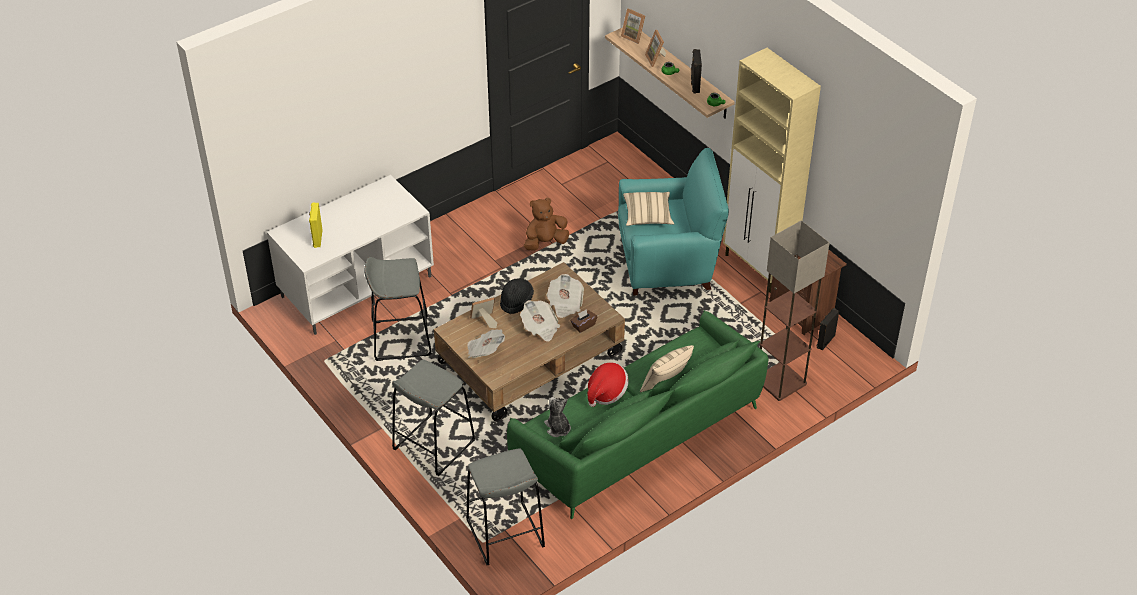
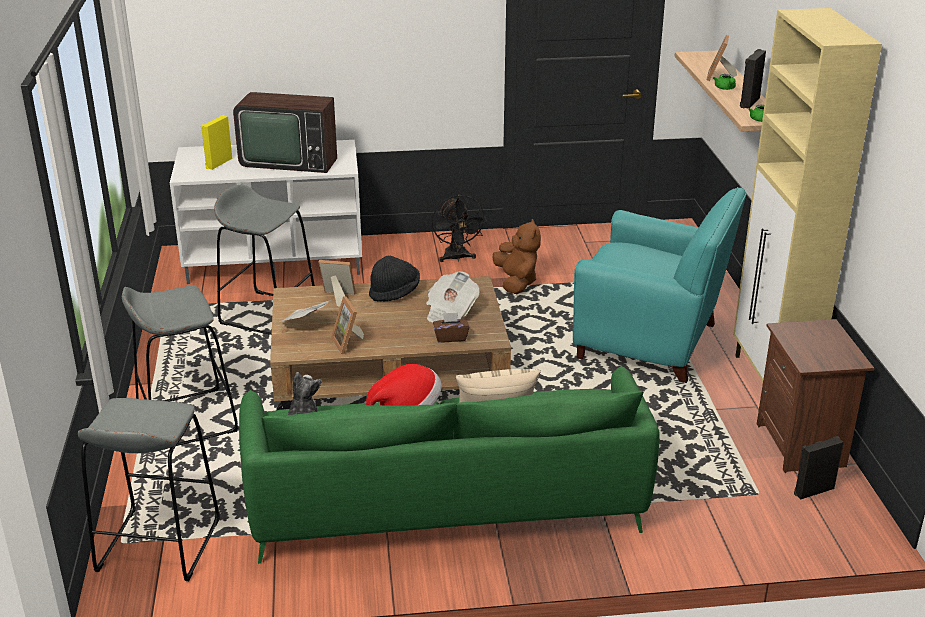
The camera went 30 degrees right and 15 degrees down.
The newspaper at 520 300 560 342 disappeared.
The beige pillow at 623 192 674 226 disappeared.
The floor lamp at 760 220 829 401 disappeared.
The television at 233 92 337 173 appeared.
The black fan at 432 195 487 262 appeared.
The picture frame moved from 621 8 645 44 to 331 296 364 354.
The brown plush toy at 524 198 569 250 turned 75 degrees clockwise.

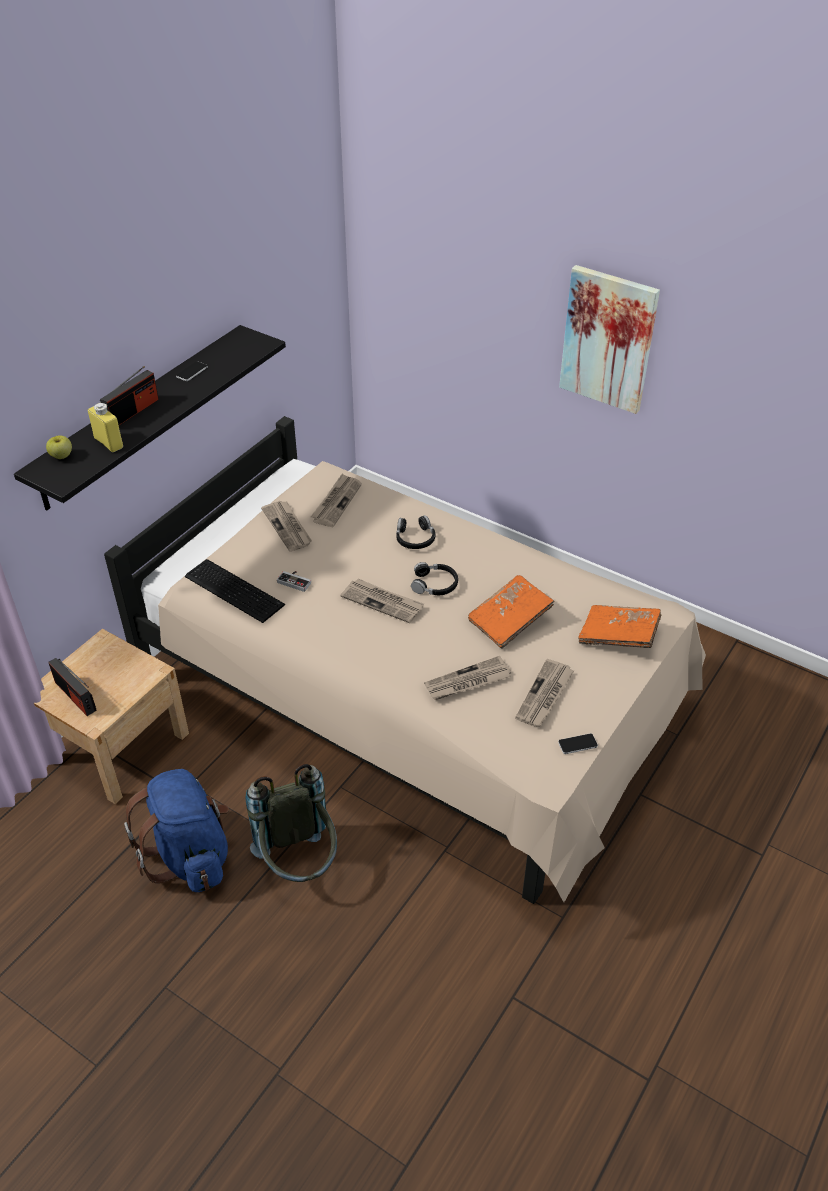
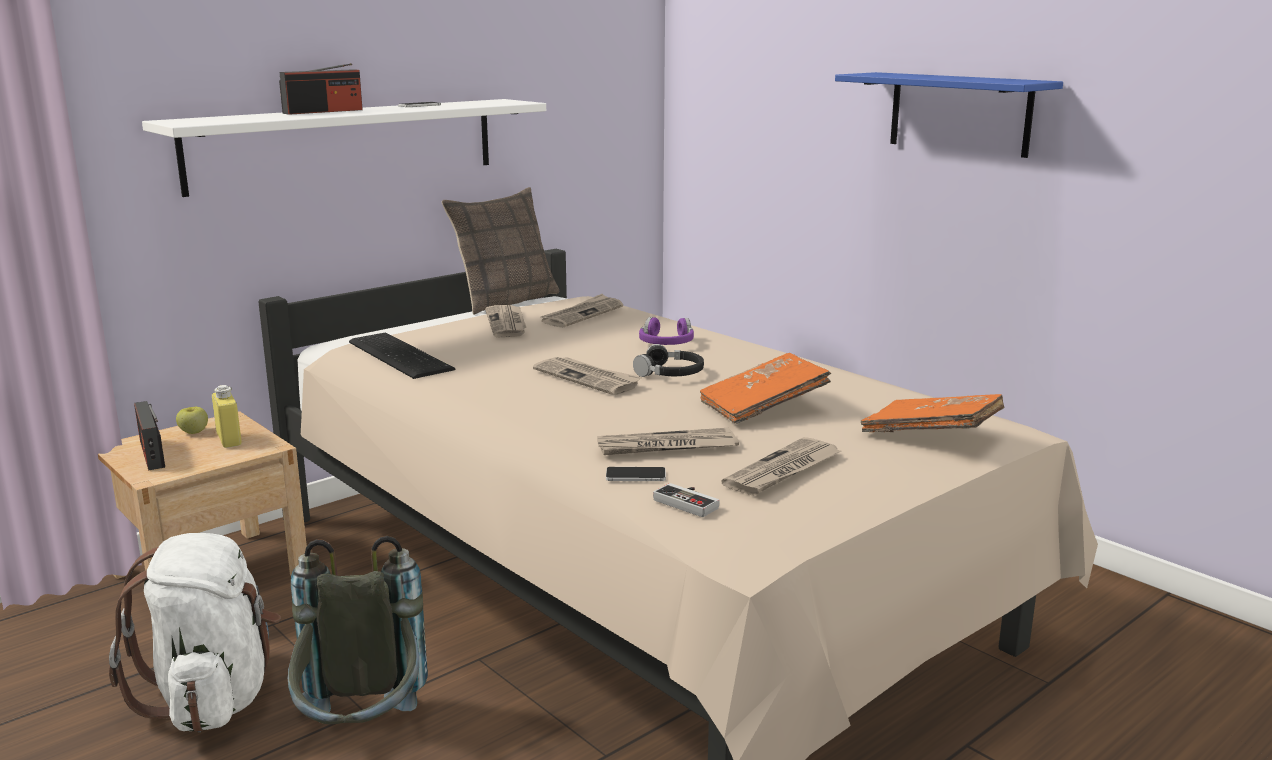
The camera went 15 degrees right and 25 degrees down.
The pillow at 442 187 560 315 appeared.
The apple moved from 46 435 72 459 to 176 407 208 434.
The yellow bottle moved from 88 403 123 452 to 212 385 242 448.
The game controller moved from 277 571 311 592 to 653 483 719 517.
The phone moved from 558 733 598 754 to 606 467 666 481.
The picture at 559 265 660 414 was replaced by the blue shelf at 835 72 1063 158.
The black shelf at 14 325 286 510 became the white shelf at 142 99 546 197.
The blue backpack at 124 769 229 892 became the white backpack at 109 533 281 732.
The black headphones at 396 515 436 549 became the purple headphones at 639 317 694 345.

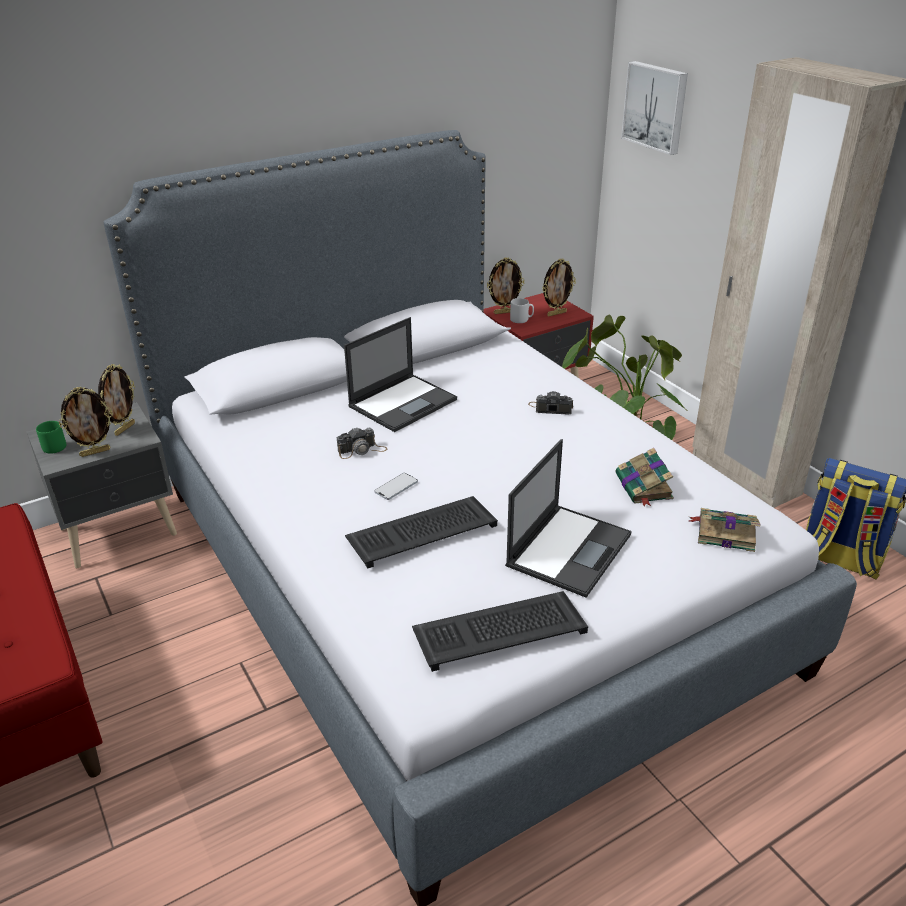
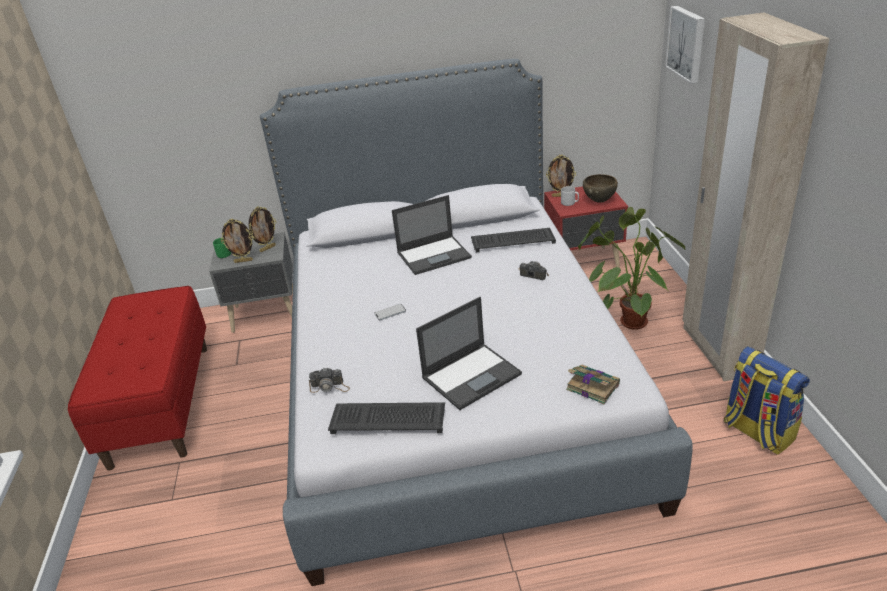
The camera went 25 degrees right and 0 degrees up.
The book at 616 448 674 507 disappeared.
The photo camera moved from 337 427 387 459 to 309 368 350 393.
The keyboard moved from 345 496 498 568 to 471 228 556 252.
The picture frame at 542 258 576 316 was replaced by the brown bowl at 583 174 618 203.

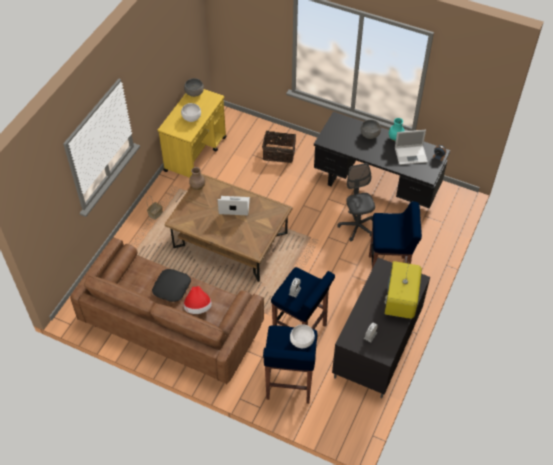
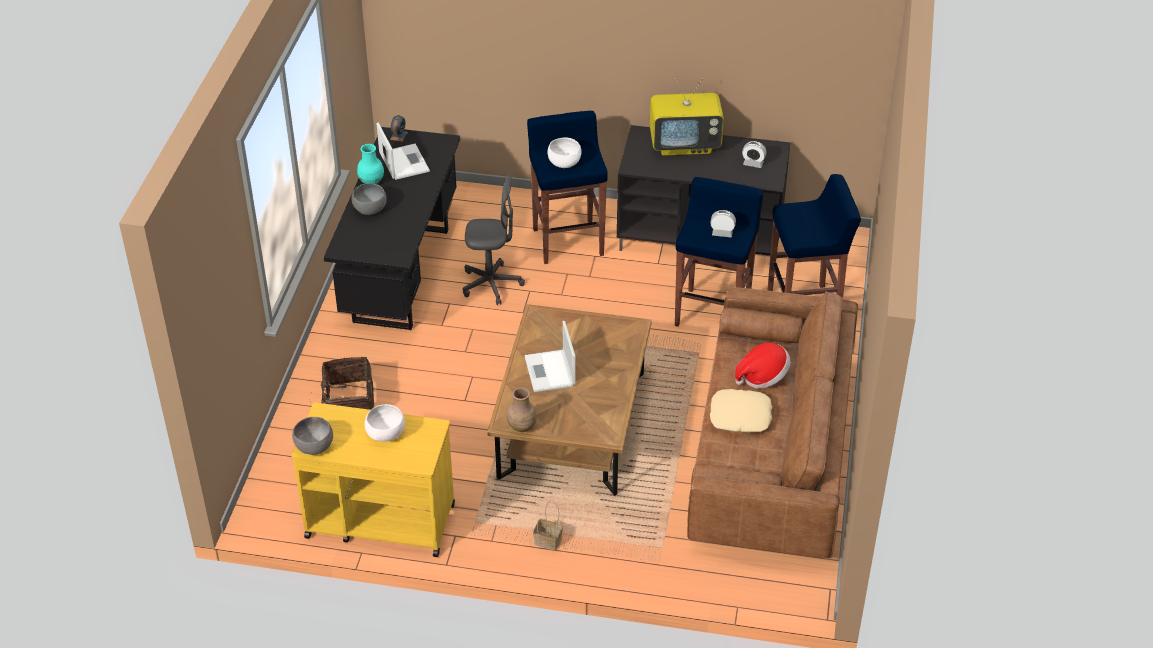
The camera went 105 degrees left and 10 degrees down.
The white bowl moved from 290 324 315 348 to 548 138 581 168.
The black pillow at 152 269 191 302 became the beige pillow at 710 389 772 433.
The grey office chair at 337 163 375 241 turned 150 degrees counterclockwise.

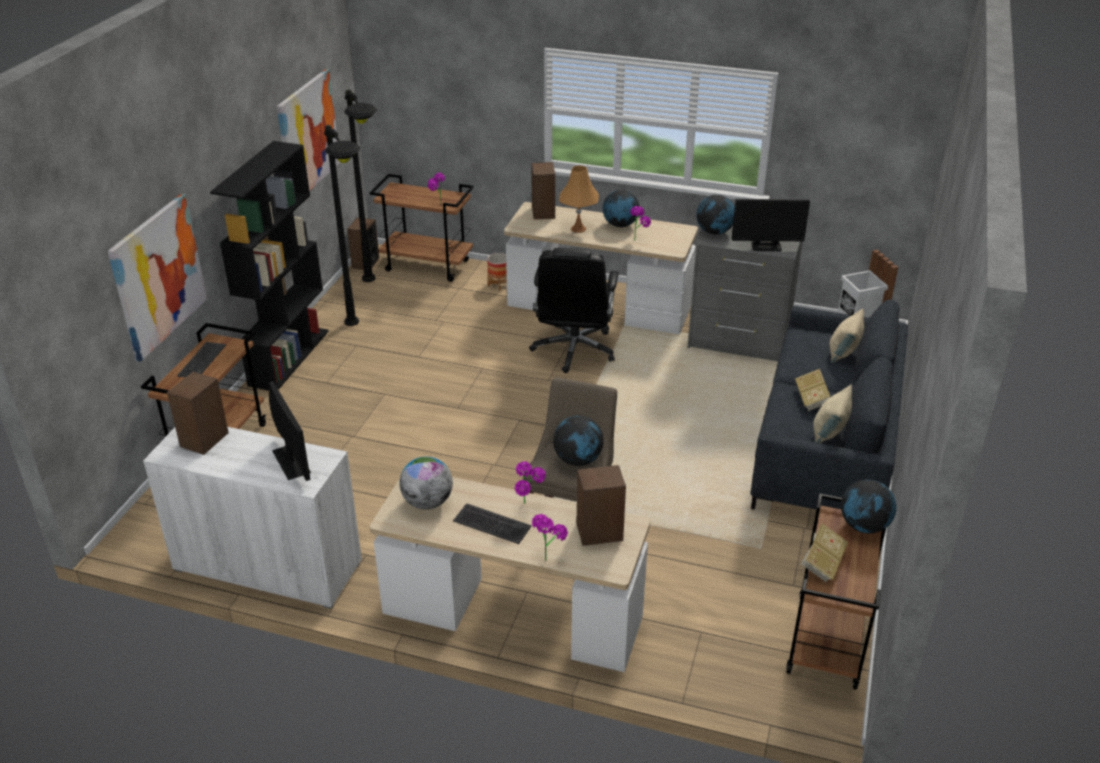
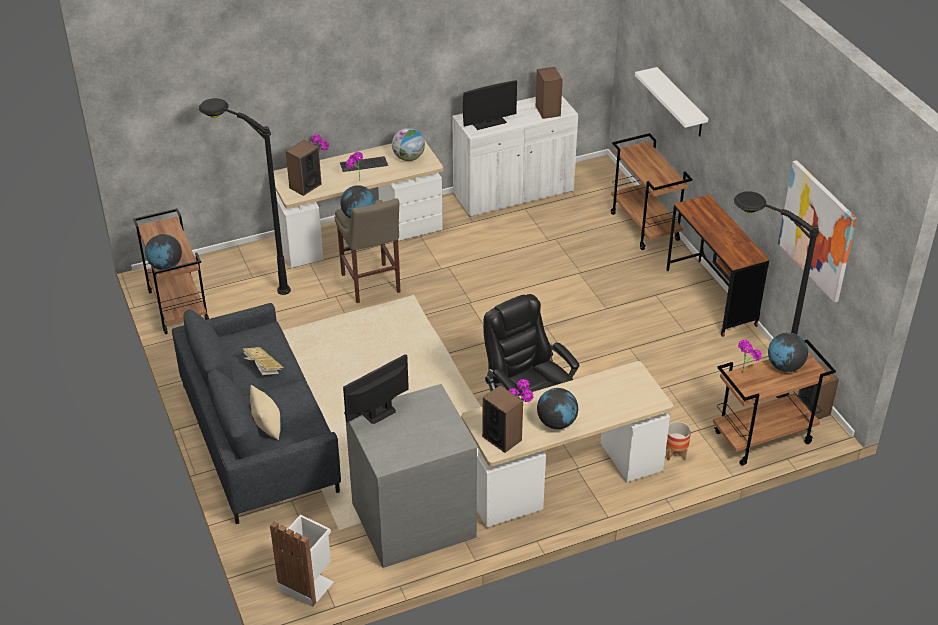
The camera went 140 degrees right and 5 degrees up.
The keyboard at 177 342 226 377 disappeared.
The orange table lamp at 559 165 599 233 disappeared.
The book at 801 523 848 582 disappeared.
The beige pillow at 813 385 852 443 disappeared.
The black floor lamp moved from 324 125 360 326 to 199 98 291 295.
The speaker moved from 531 162 555 219 to 482 385 523 453.
The globe moved from 696 195 735 235 to 768 333 808 372.
The picture at 108 194 207 362 was replaced by the white shelf at 635 67 708 136.
The black bookcase at 210 141 329 391 was replaced by the brown desk at 666 195 769 337.
The monitor at 269 381 311 481 turned 45 degrees counterclockwise.

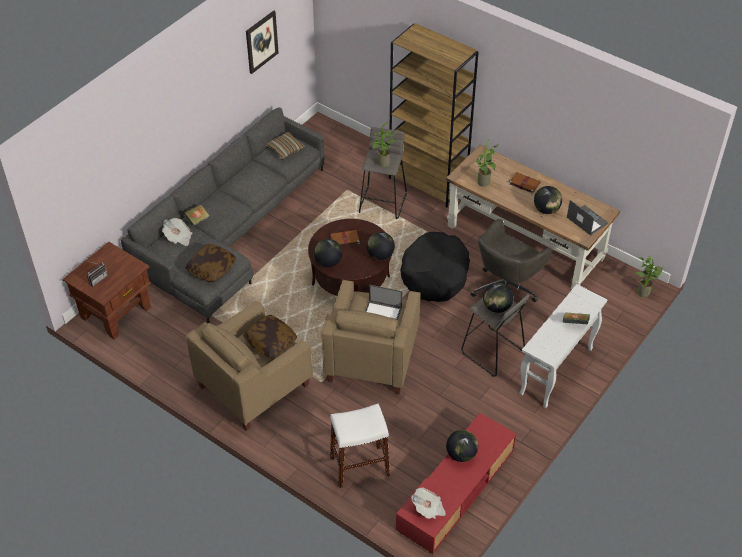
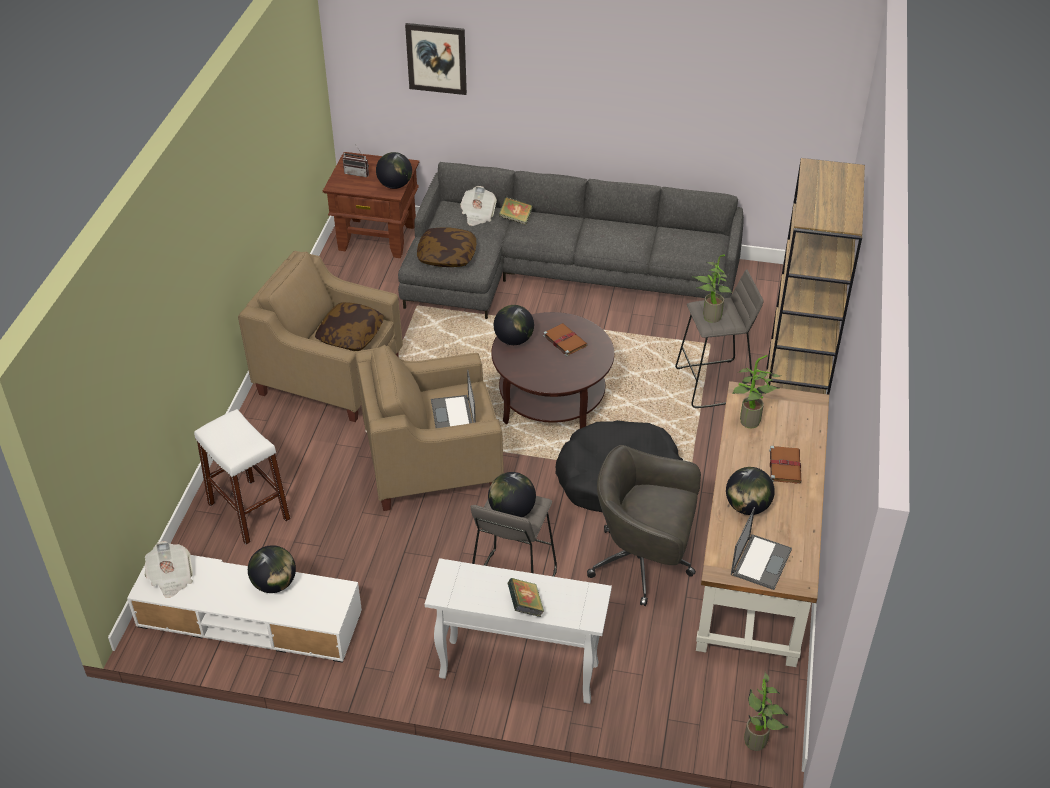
The camera went 65 degrees right and 5 degrees down.
The pillow at 266 132 305 160 disappeared.
The picture moved from 246 11 278 74 to 405 23 467 95.
The globe moved from 367 232 395 260 to 376 152 412 189.
The red tv stand at 396 413 516 554 became the white tv stand at 127 555 362 663.

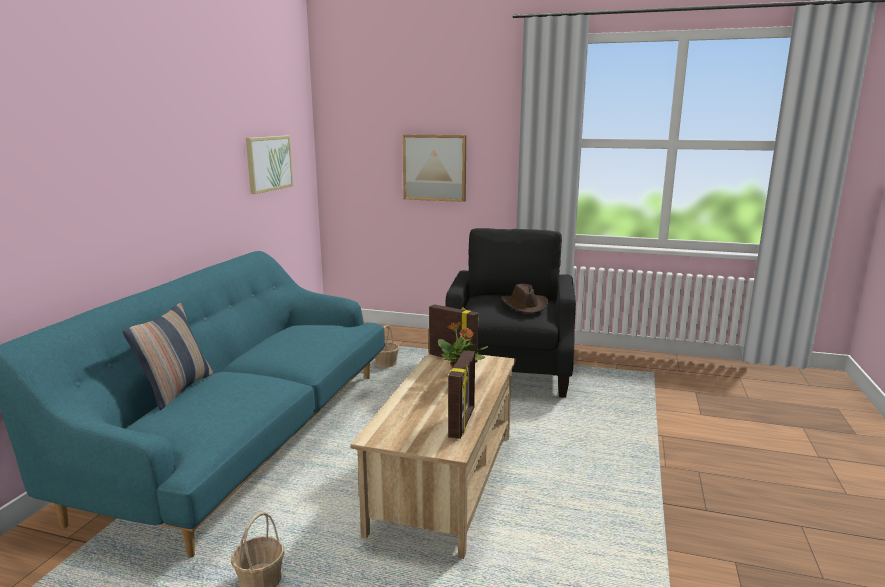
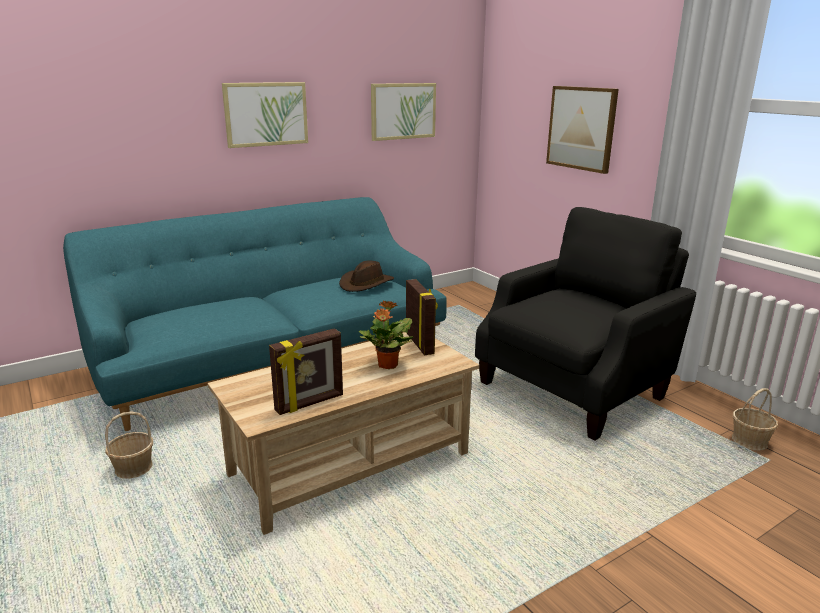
The camera went 40 degrees right and 5 degrees up.
The pillow at 123 303 213 410 disappeared.
The picture at 222 82 308 148 appeared.
The basket moved from 375 325 399 368 to 732 388 778 450.
The brown hat moved from 501 284 548 314 to 339 261 394 292.

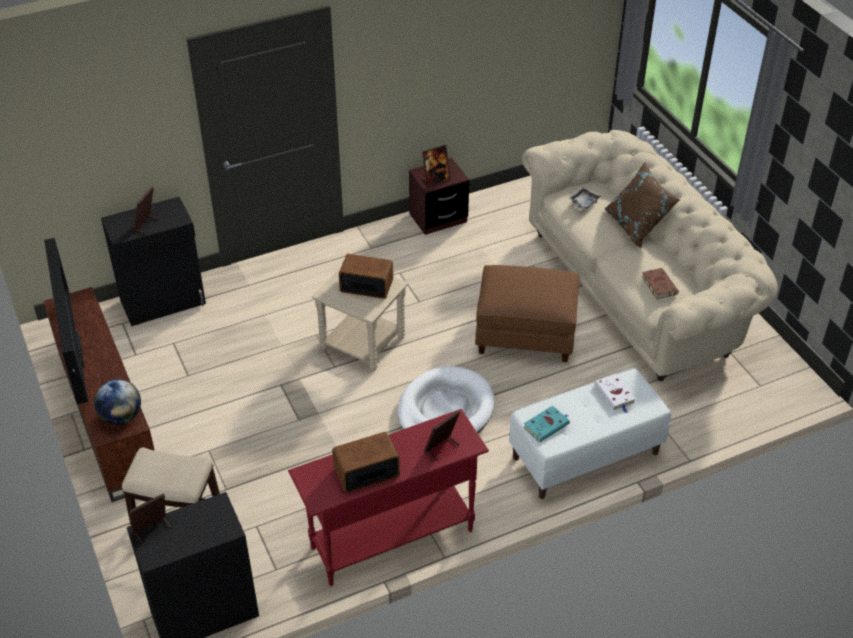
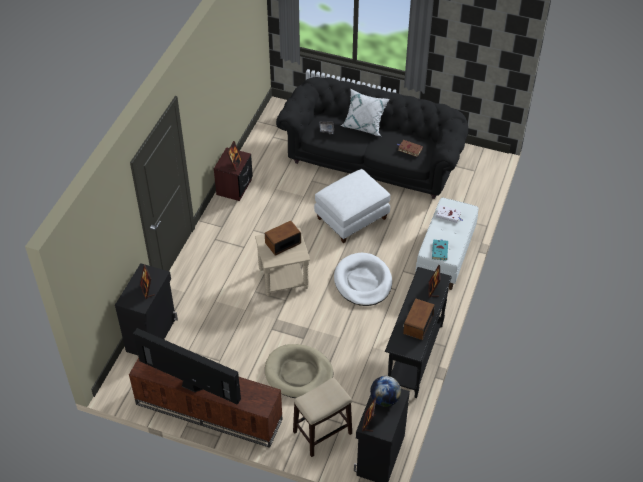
The camera went 45 degrees left and 5 degrees up.
The beige dog bed at 265 344 333 398 appeared.
The globe moved from 94 379 141 425 to 370 376 401 407.
The red console table at 288 409 489 586 became the black console table at 385 267 452 398.
The brown ottoman at 475 265 579 362 became the white ottoman at 314 169 390 243.
The beige sofa at 522 130 778 381 became the black sofa at 276 77 468 199.
The brown pillow at 605 162 680 248 became the white pillow at 340 89 390 136.

